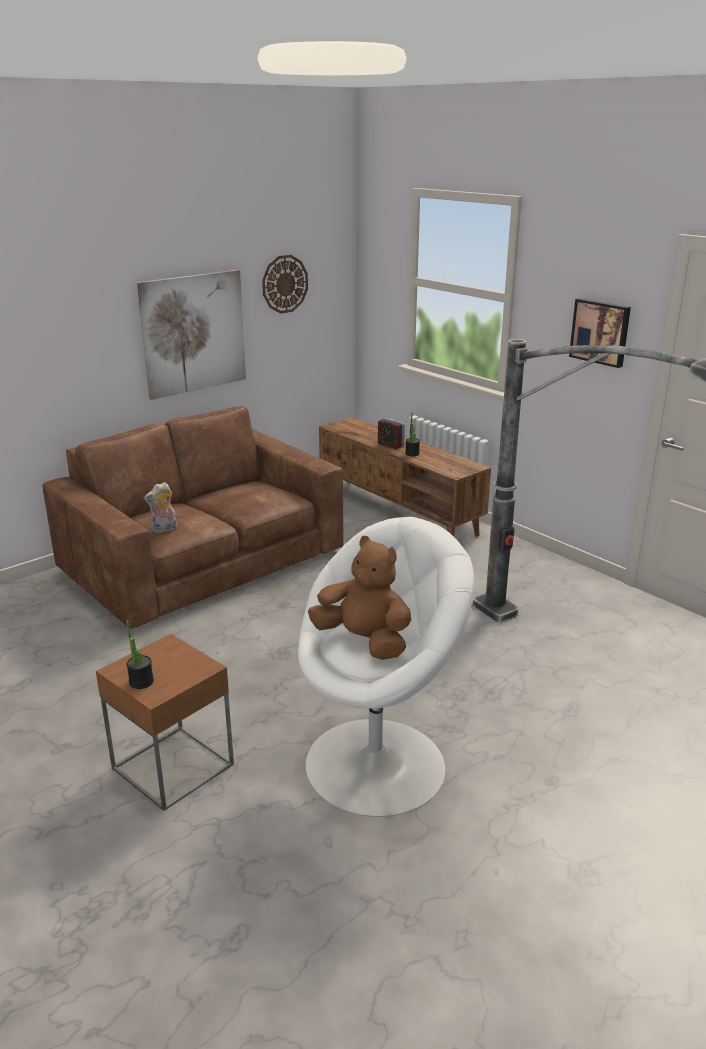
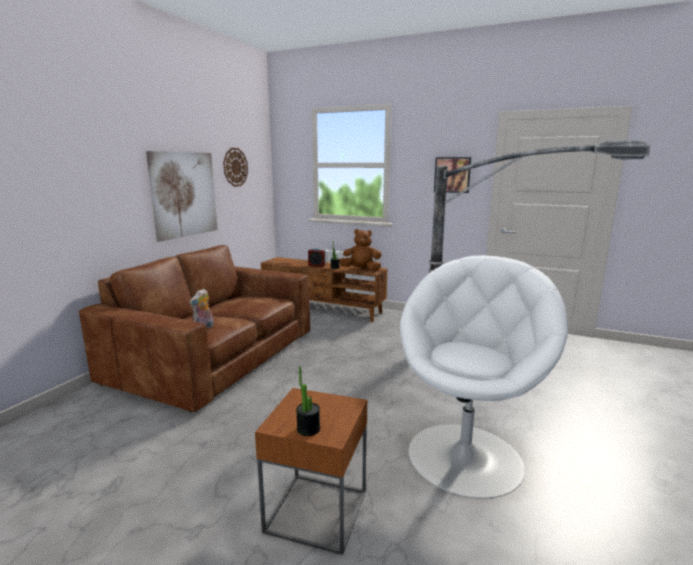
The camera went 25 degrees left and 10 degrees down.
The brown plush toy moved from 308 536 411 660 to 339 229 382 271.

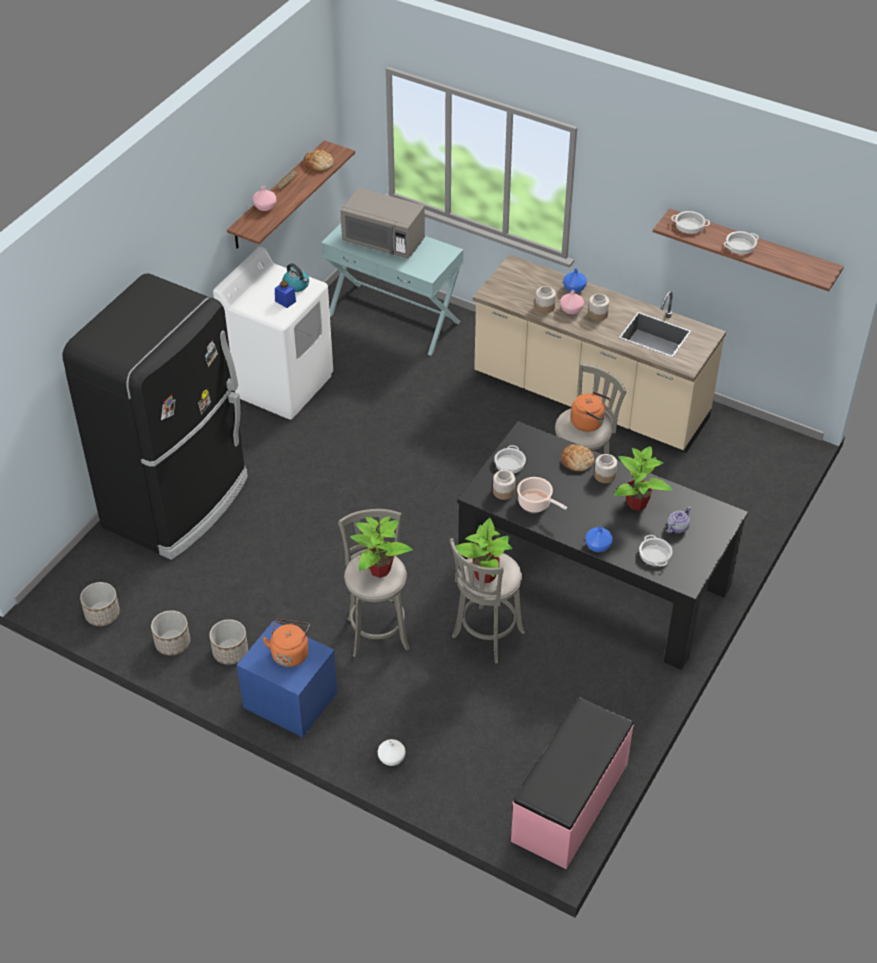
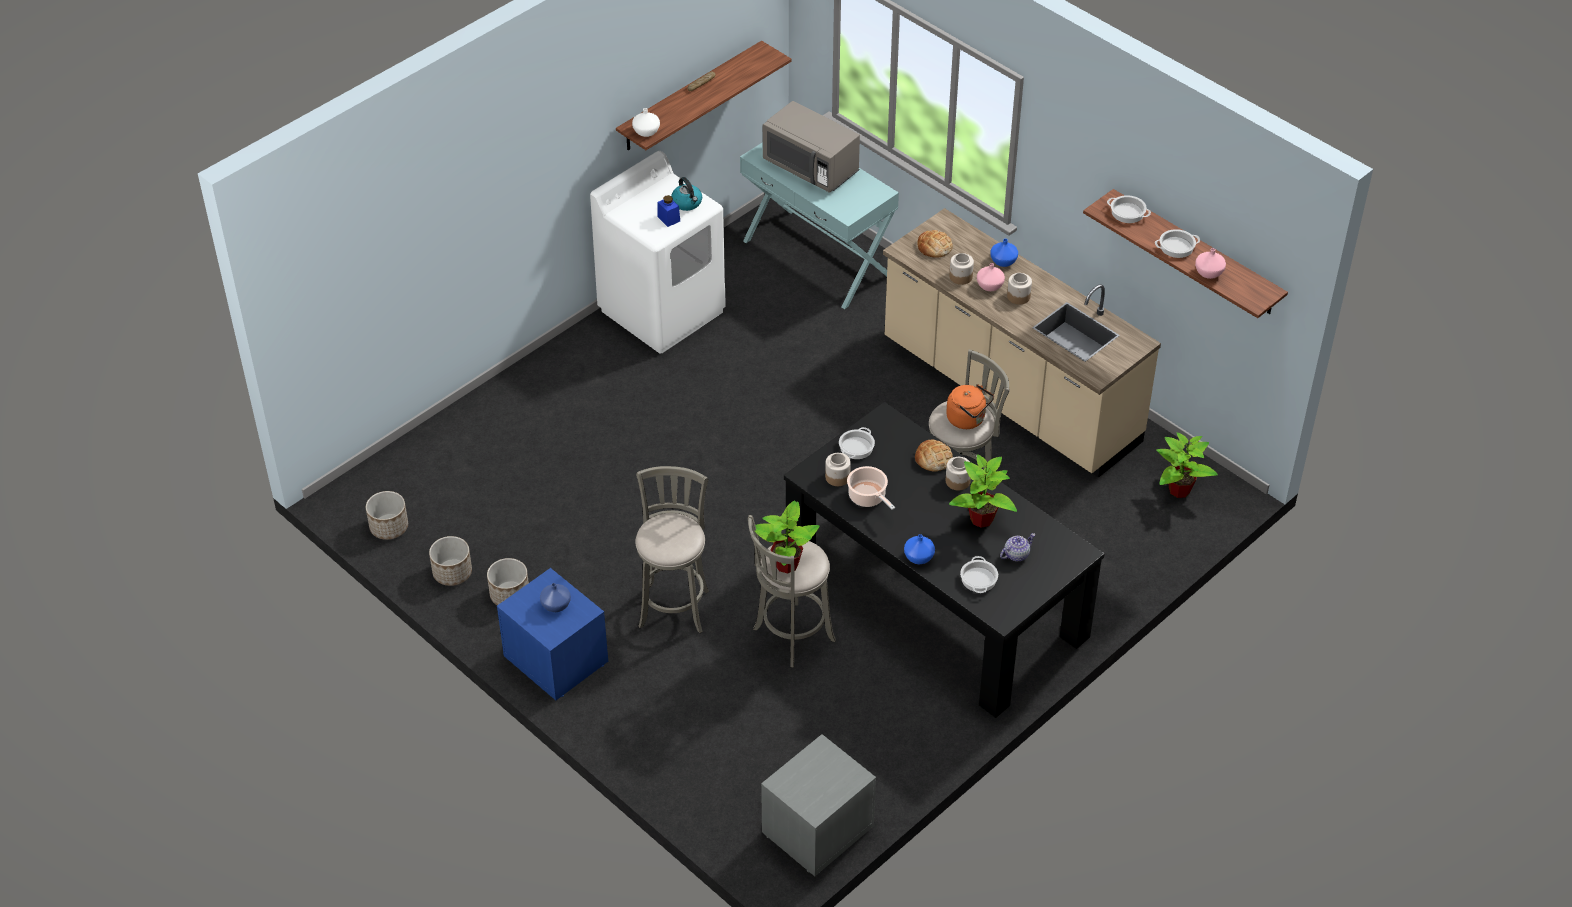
The camera went 15 degrees right and 0 degrees up.
The black fridge at 63 273 248 560 disappeared.
The pink vase moved from 252 186 276 211 to 1195 248 1226 279.
The bread moved from 304 150 334 171 to 917 230 953 258.
The potted plant moved from 350 516 413 578 to 1156 432 1218 498.
The white vase moved from 378 739 405 766 to 632 108 660 137.
The orange kettle at 262 619 310 667 was replaced by the blue vase at 540 583 571 612.
The pink bench at 511 697 634 869 was replaced by the grey nightstand at 761 734 876 876.

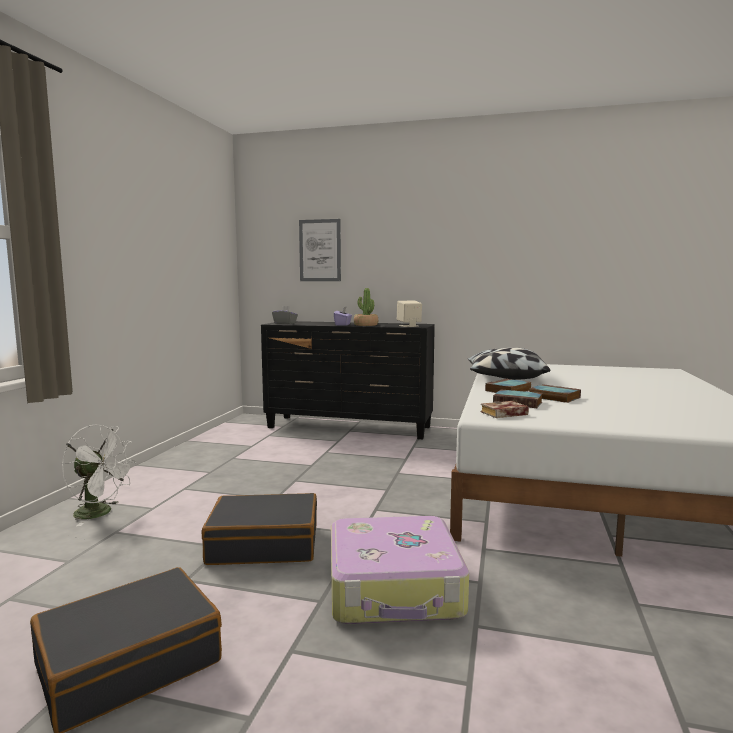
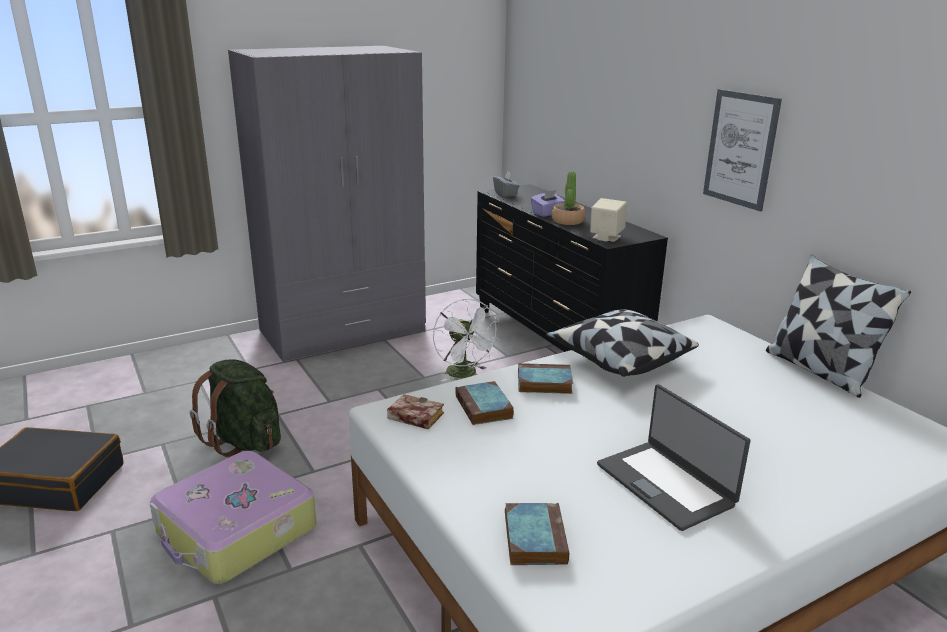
The camera went 45 degrees right and 15 degrees up.
The grey wardrobe at 228 46 426 362 appeared.
The laptop at 597 384 751 531 appeared.
The pillow at 766 255 911 398 appeared.
The white fan moved from 62 425 136 526 to 433 299 500 382.
The picture moved from 299 219 341 281 to 703 89 782 211.
The book moved from 529 384 581 403 to 505 503 569 565.
The black suitcase at 202 493 317 565 was replaced by the green backpack at 190 360 281 457.

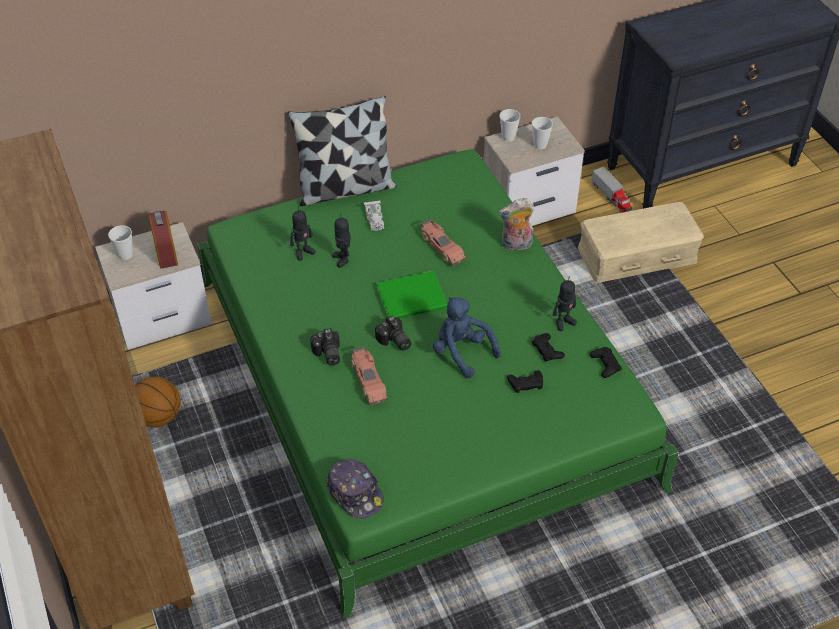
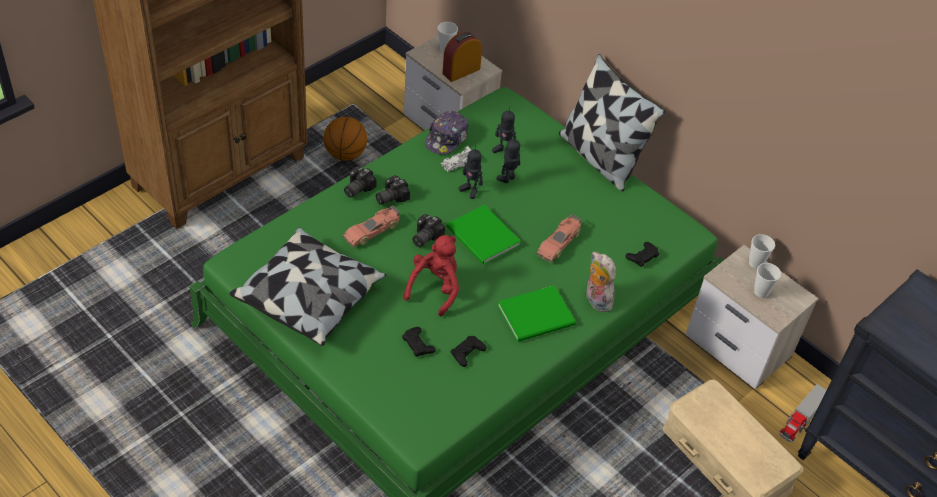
The camera went 65 degrees right and 0 degrees up.
The pillow at 229 228 386 346 appeared.
The photo camera at 344 166 376 198 appeared.
The green book at 498 285 576 342 appeared.
The cap moved from 327 459 384 519 to 425 111 469 155.
The white toy car moved from 364 201 384 231 to 440 145 471 172.
The toy robot moved from 553 276 577 331 to 459 145 483 199.
The black game controller moved from 590 347 622 378 to 625 242 660 267.
The blue plush toy at 433 297 501 378 became the red plush toy at 403 235 459 317.

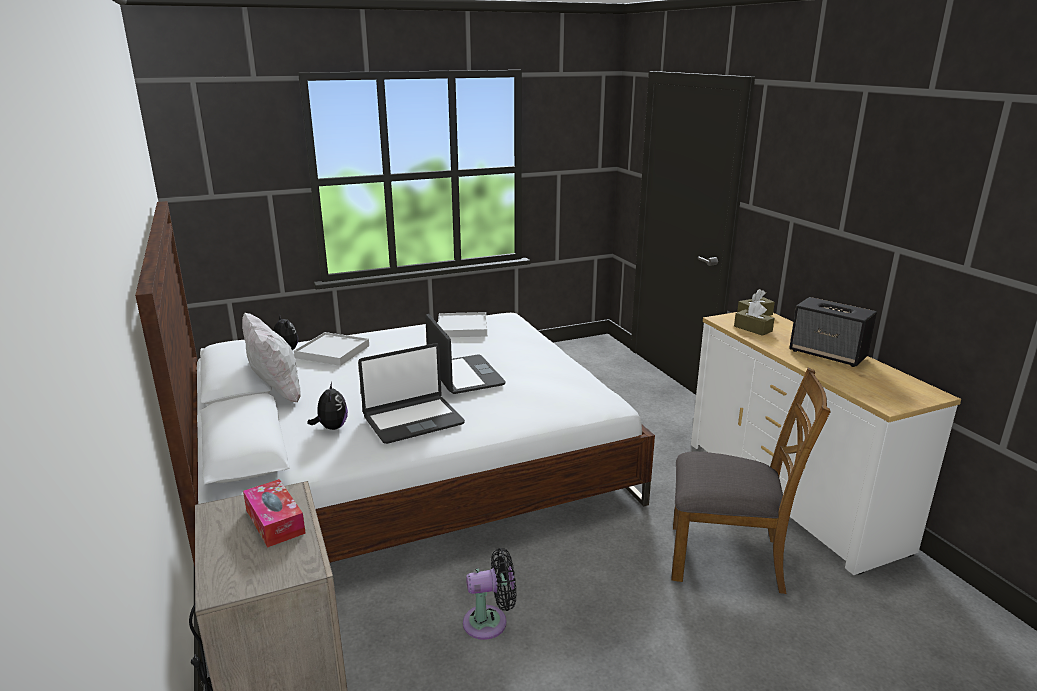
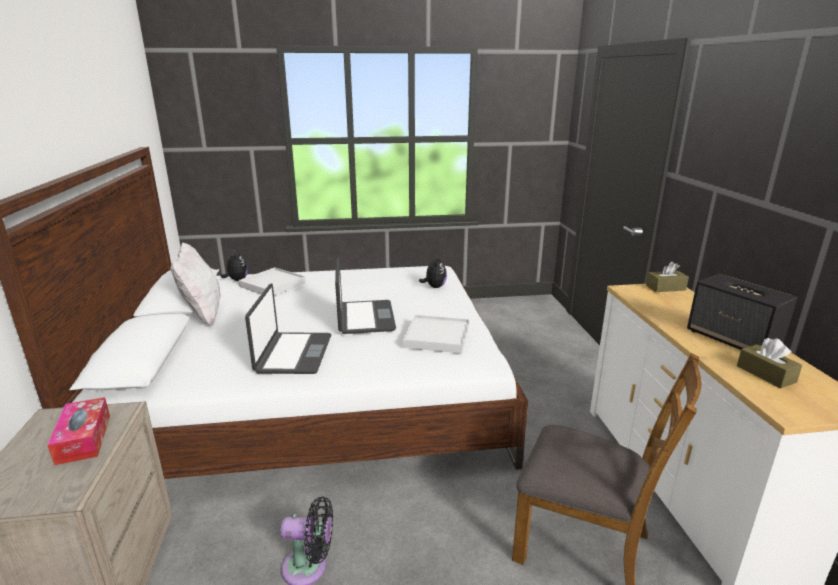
The camera went 15 degrees right and 0 degrees up.
The plush toy moved from 307 382 348 430 to 419 255 447 288.
The white tray moved from 438 312 487 337 to 403 315 469 353.
The brown tissue box moved from 734 302 775 336 to 737 338 802 388.
The laptop at 358 343 465 444 turned 75 degrees counterclockwise.

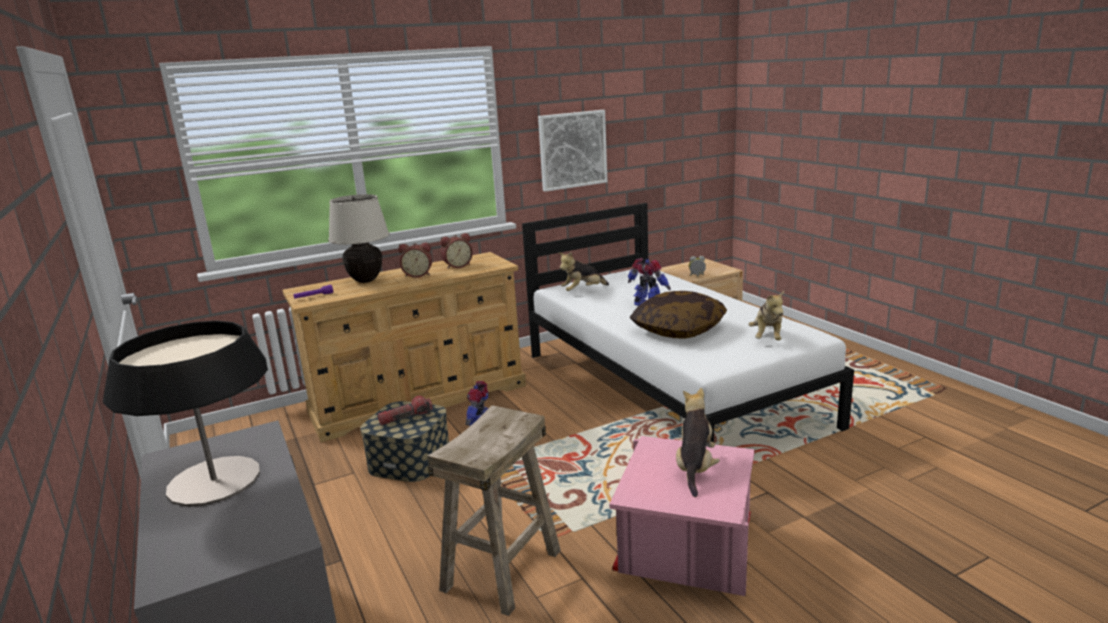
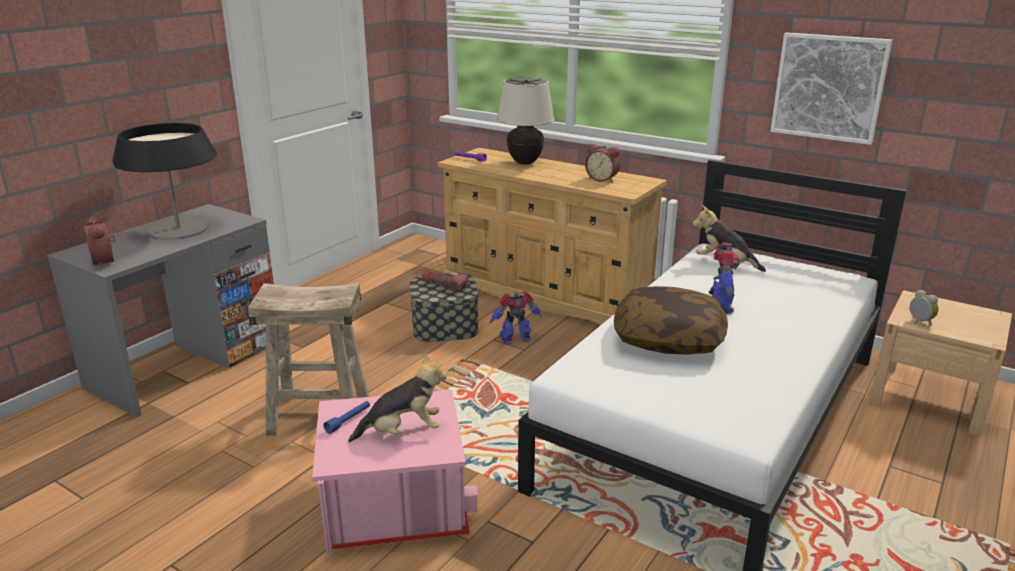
The camera went 60 degrees right and 5 degrees up.
The plush toy at 749 291 784 340 disappeared.
The blue flashlight at 323 401 370 434 appeared.
The alarm clock moved from 398 242 432 278 to 84 216 115 268.

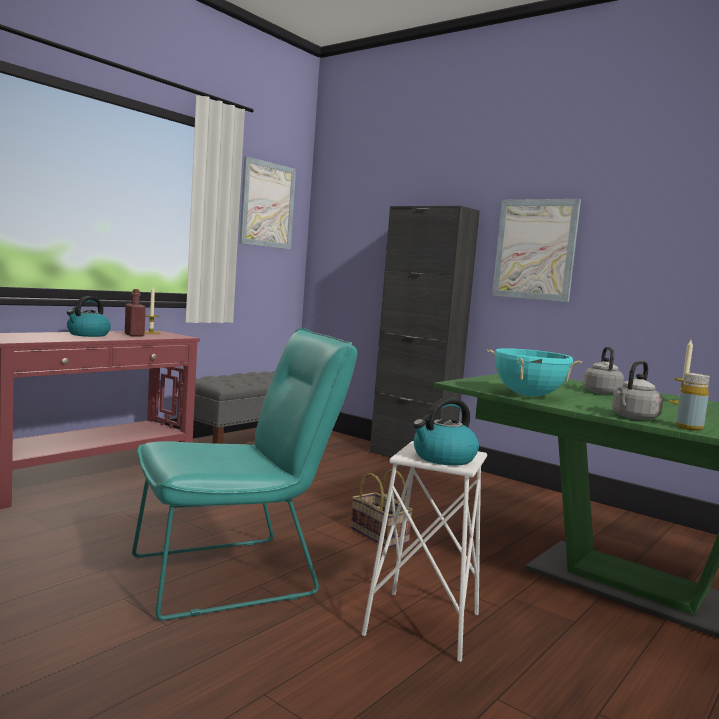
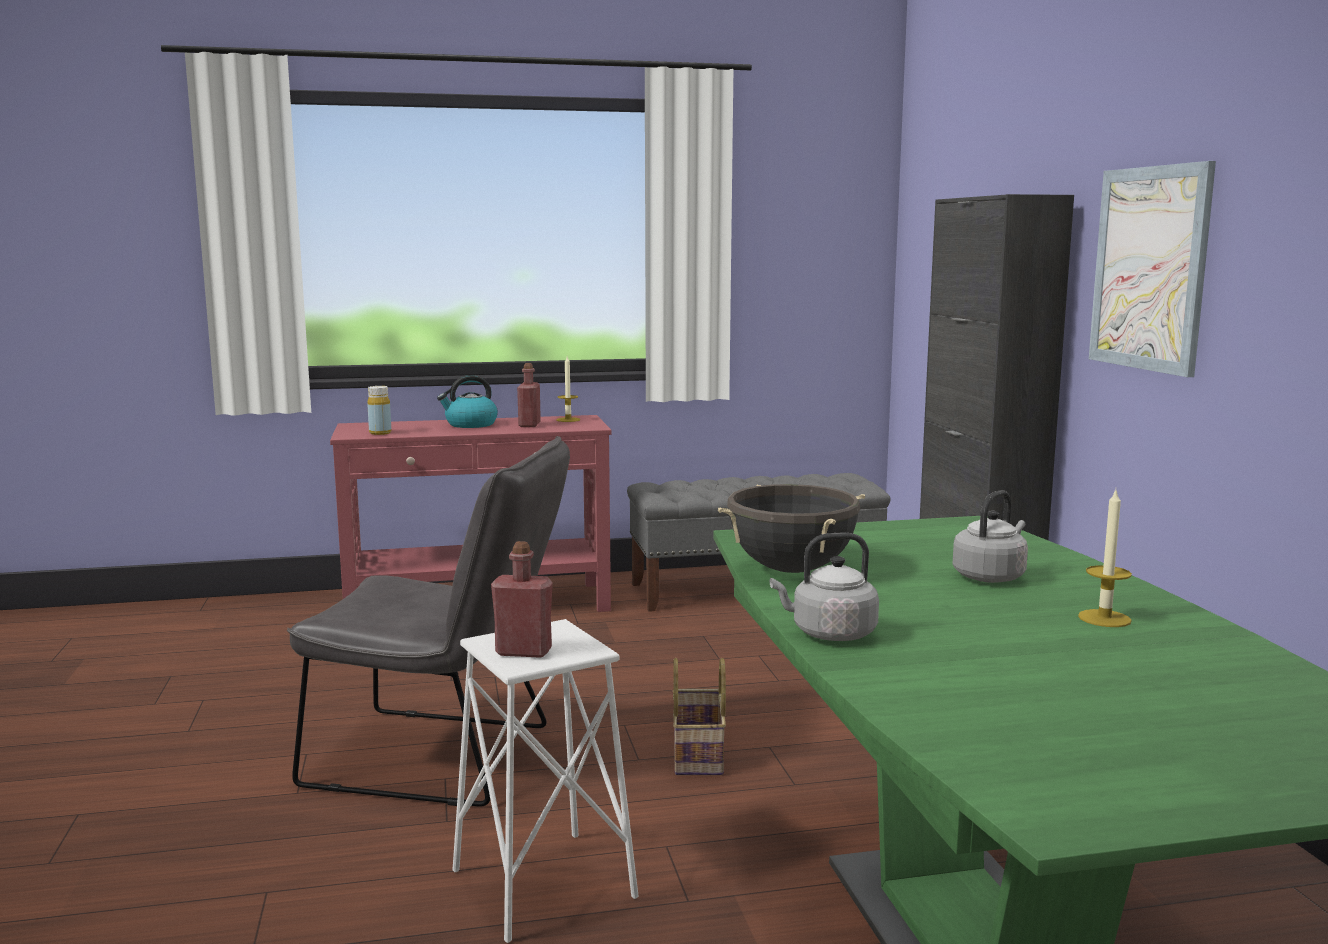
The camera went 40 degrees right and 5 degrees up.
The picture at 240 156 296 249 disappeared.
The yellow bottle moved from 676 373 710 431 to 367 386 391 435.
The kettle at 413 397 479 466 was replaced by the red bottle at 491 541 553 658.
The turquoise chair at 132 328 357 620 became the grey chair at 287 436 570 807.
The turquoise cooking pot at 488 348 582 396 became the black cooking pot at 718 484 865 573.

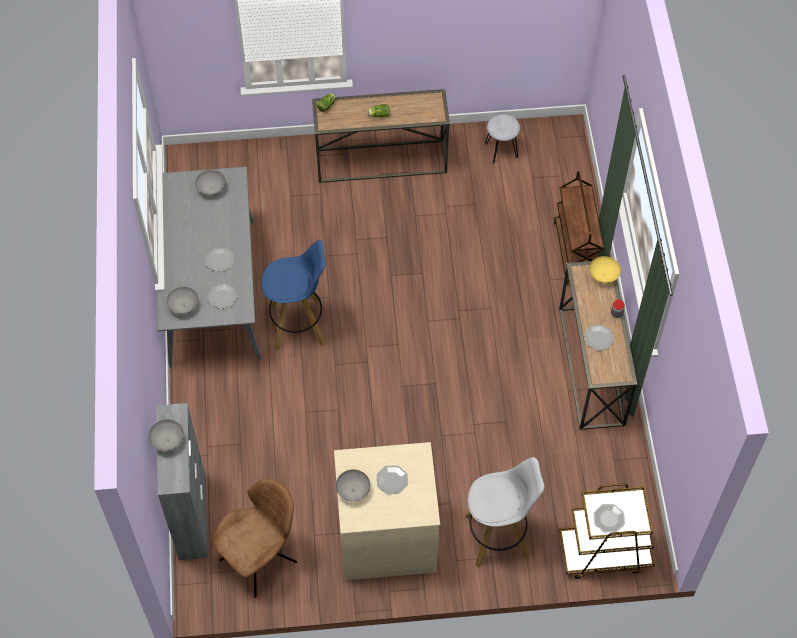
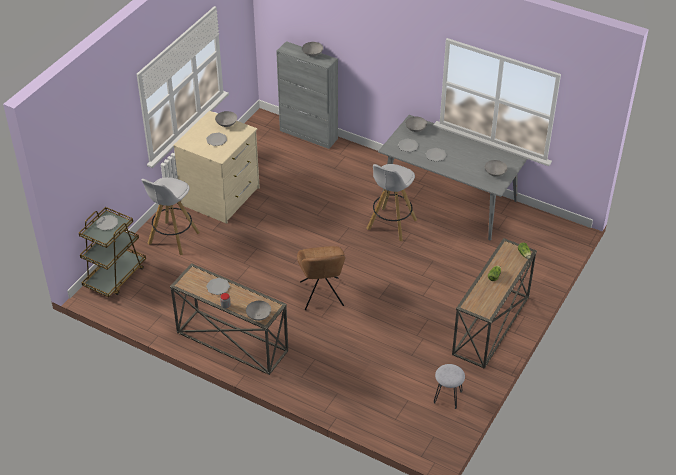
The camera went 125 degrees right and 15 degrees down.
The brown cart at 554 171 604 285 disappeared.
The brown chair moved from 212 479 297 598 to 297 246 345 310.
The blue stool at 261 240 326 351 became the white stool at 367 164 417 241.
The yellow bowl at 589 256 621 283 became the grey bowl at 246 301 271 321.

